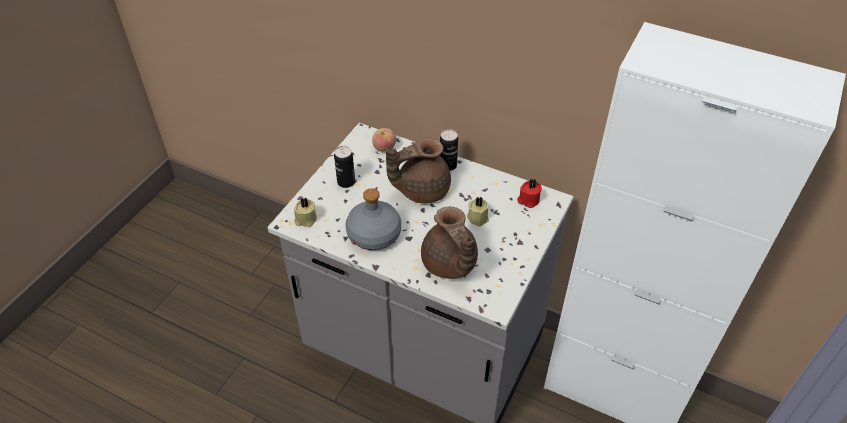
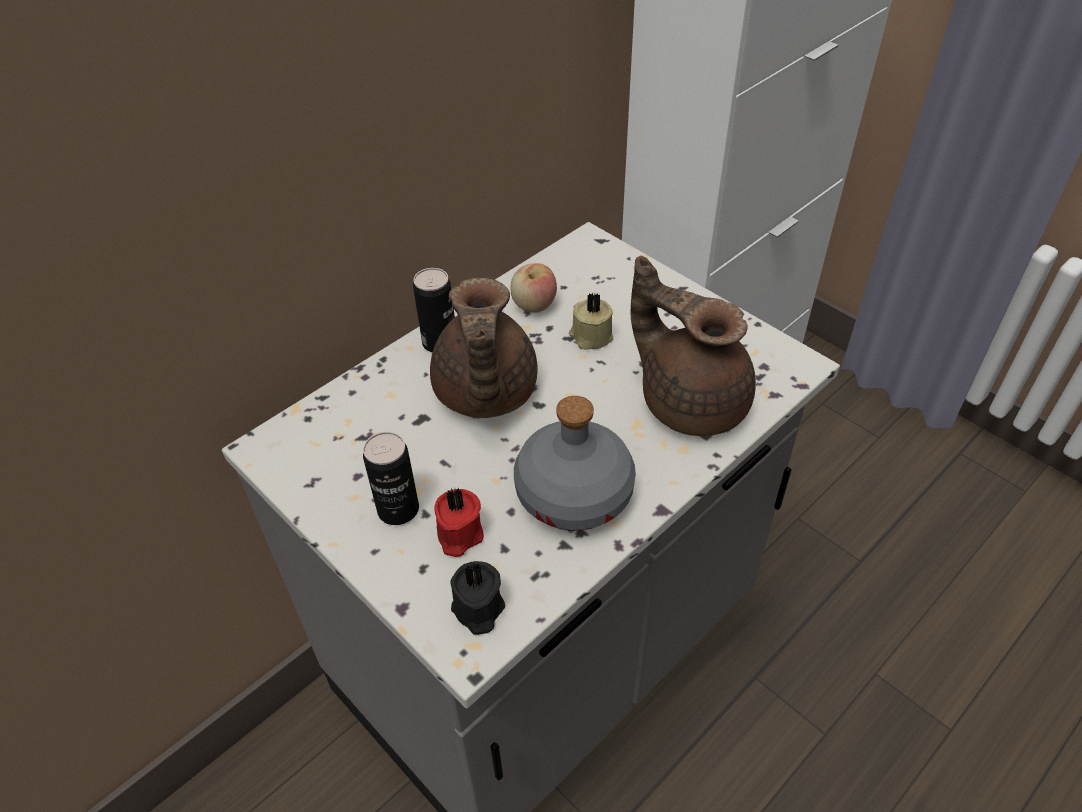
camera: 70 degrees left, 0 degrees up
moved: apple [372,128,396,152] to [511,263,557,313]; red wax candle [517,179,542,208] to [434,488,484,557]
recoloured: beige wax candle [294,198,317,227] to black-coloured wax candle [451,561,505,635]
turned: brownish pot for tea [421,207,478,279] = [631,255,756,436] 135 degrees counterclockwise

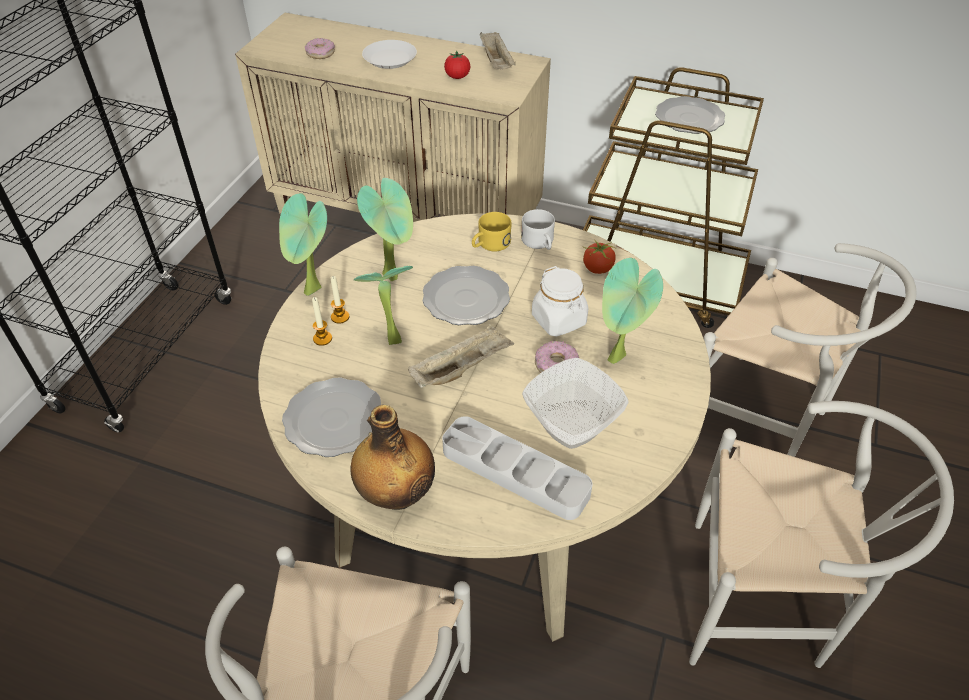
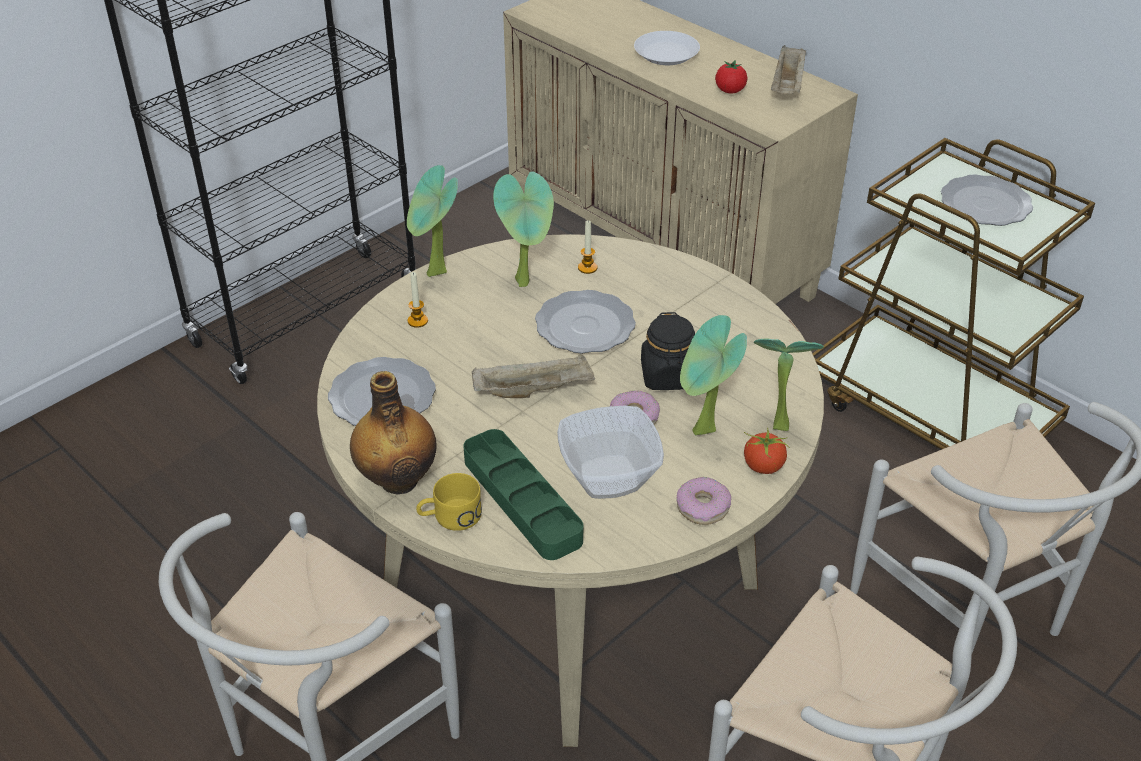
camera: 25 degrees right, 5 degrees down
removed: white-coloured mug [521,209,555,250]
moved: doughnut [305,38,335,59] to [676,477,731,525]; wax candle [331,276,349,324] to [578,221,597,274]; potted plant [354,266,413,345] to [754,338,824,431]; yellow mug [472,212,512,251] to [416,473,482,531]; fresh tomato [583,239,616,274] to [744,427,790,474]
recoloured: gray carrying tray [442,416,593,520] to greenish carrying tray [464,429,583,560]; white-coloured preserve jar [532,266,588,337] to black-coloured preserve jar [641,312,695,390]

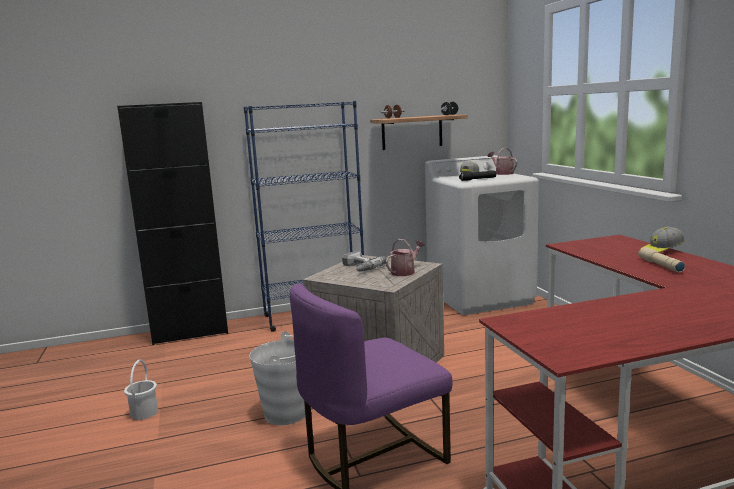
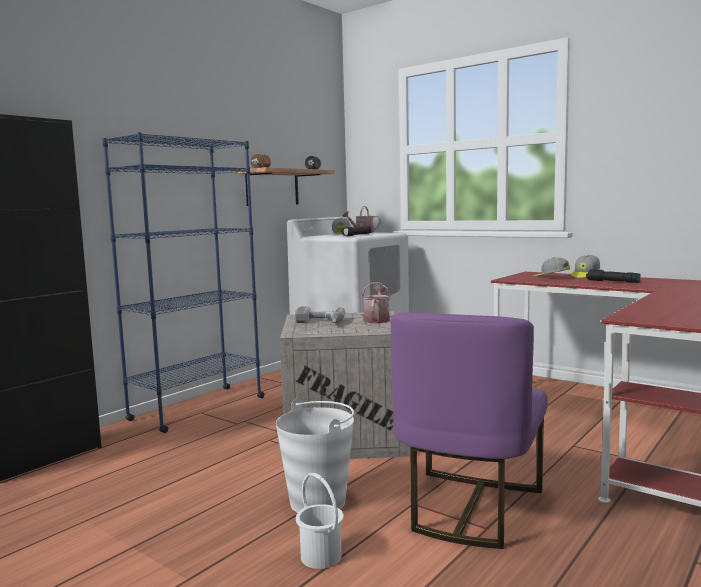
camera: 35 degrees left, 5 degrees down
added: cap [534,257,570,276]
moved: white-coloured bucket [124,360,158,420] to [296,473,344,569]
recoloured: beige hand torch [638,247,685,272] to black-coloured hand torch [586,269,641,283]

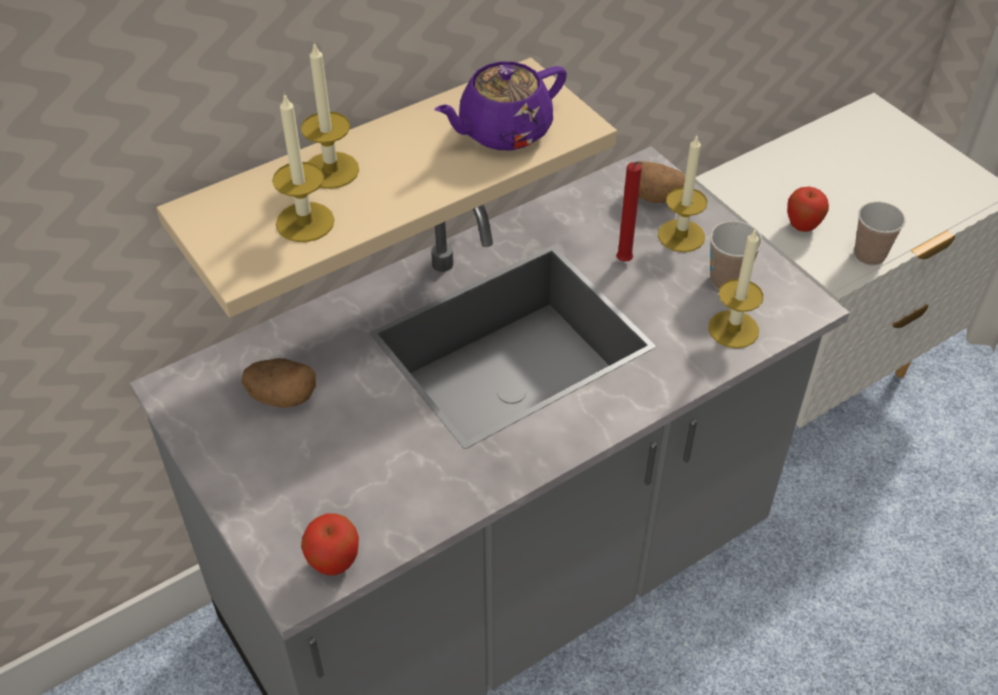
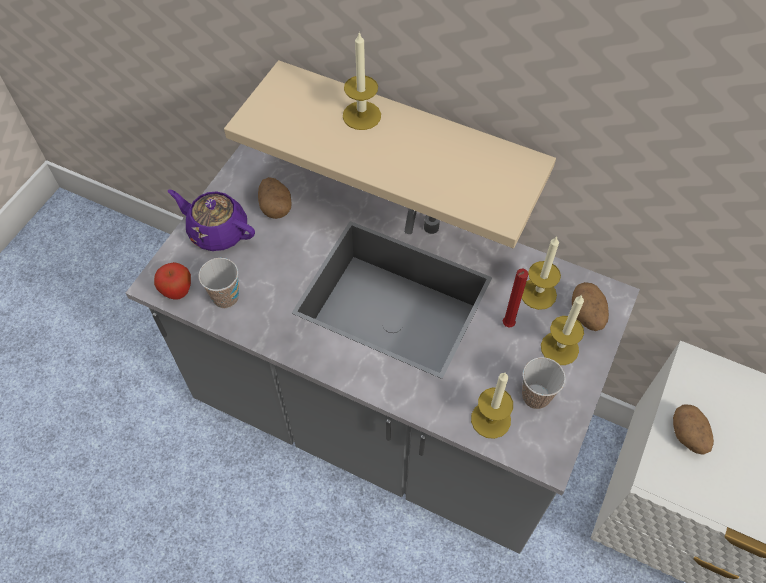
camera: 60 degrees right, 10 degrees up
moved: wax candle [272,93,335,242] to [522,236,561,310]; purple pot for tea [435,62,567,150] to [168,190,255,251]; cup [854,201,905,266] to [198,258,239,308]
replaced: apple [787,187,829,232] to spud [673,404,714,455]

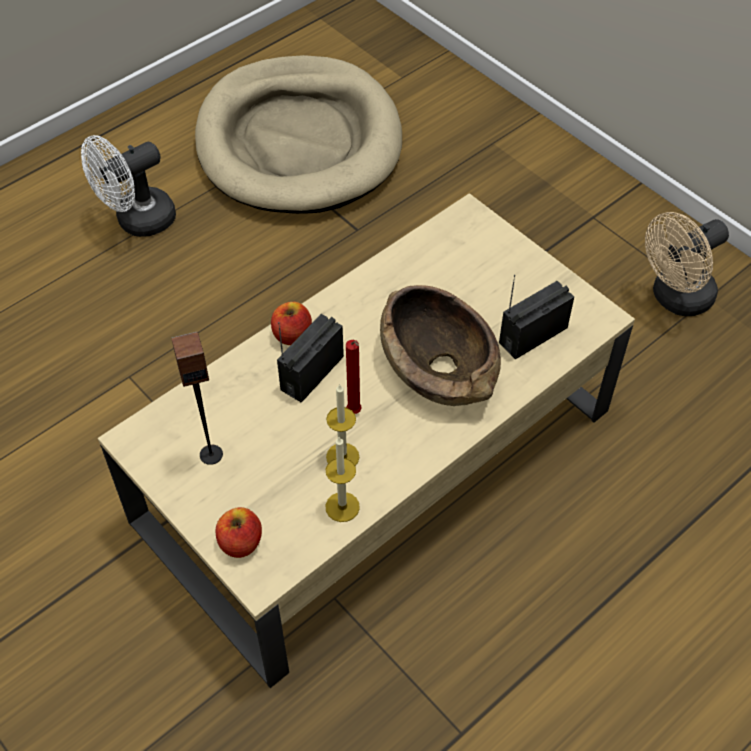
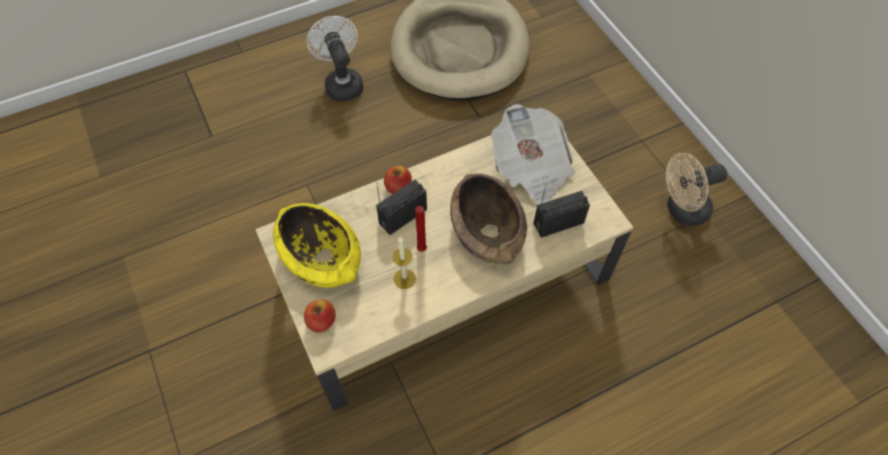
camera: 15 degrees right, 5 degrees up
removed: wax candle [325,436,360,522]
added: printed paper [491,104,576,205]
replaced: speaker [172,332,223,465] to yellow bowl [273,203,361,288]
turned: white-coloured cooling fan [81,135,176,237] = [306,16,363,102] 90 degrees clockwise

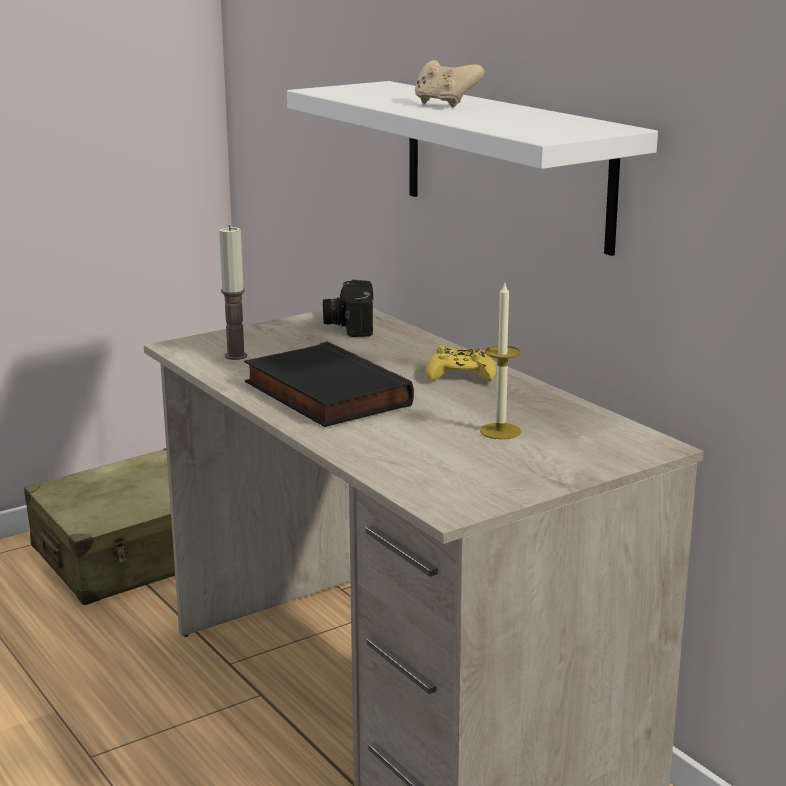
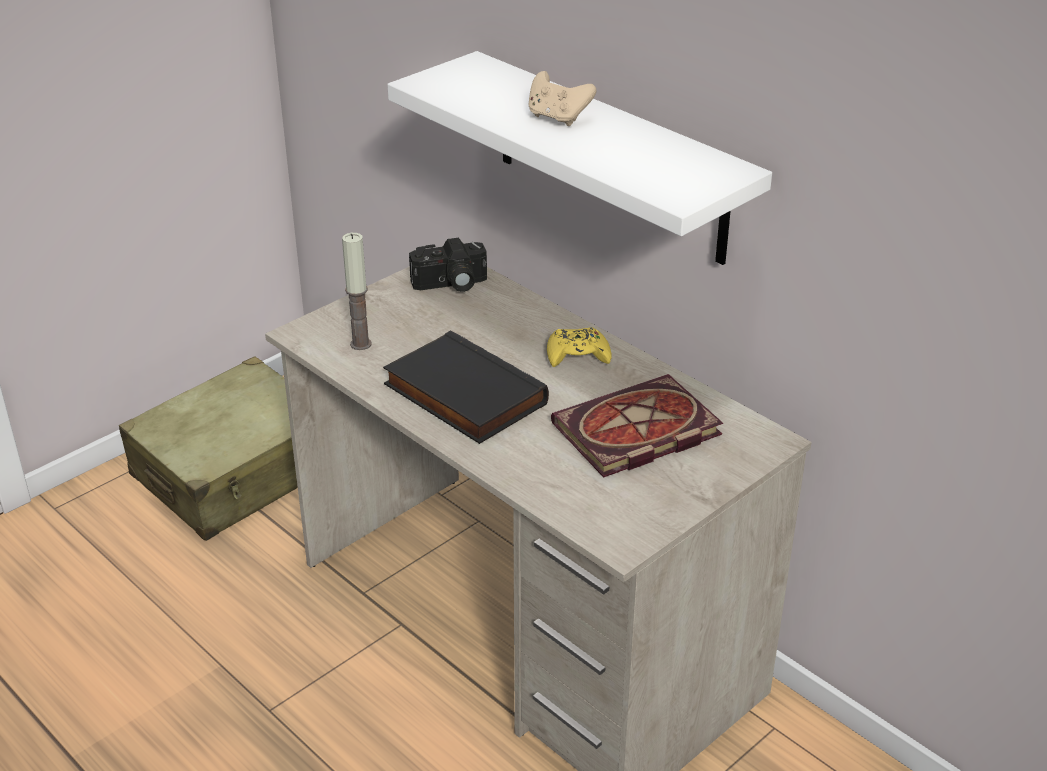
camera: 10 degrees left, 15 degrees up
replaced: wax candle [480,281,521,439] to book [551,374,723,478]
turned: photo camera [323,280,373,337] = [409,238,487,292] 90 degrees counterclockwise

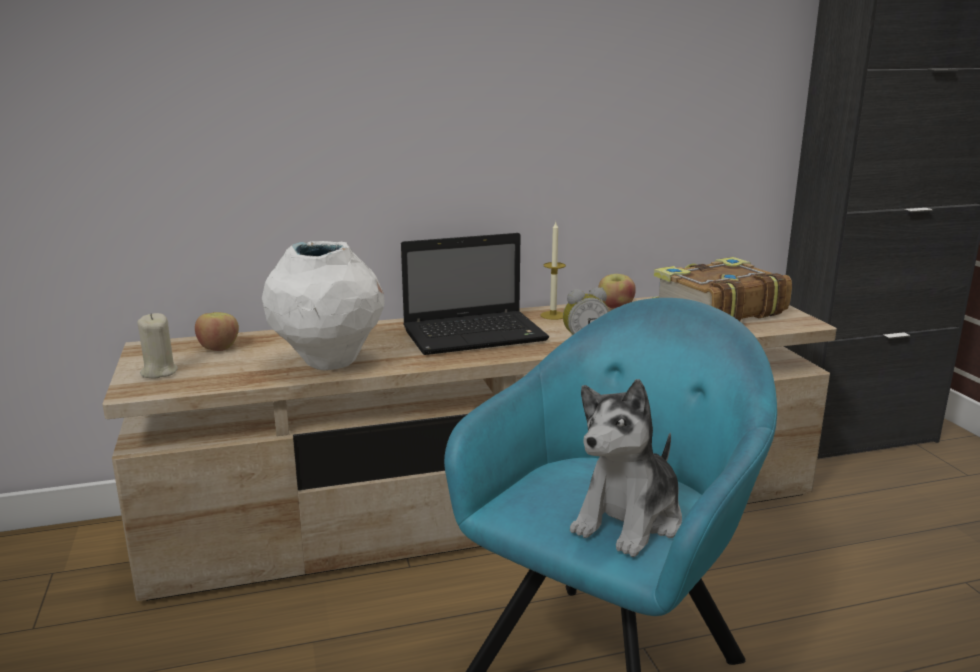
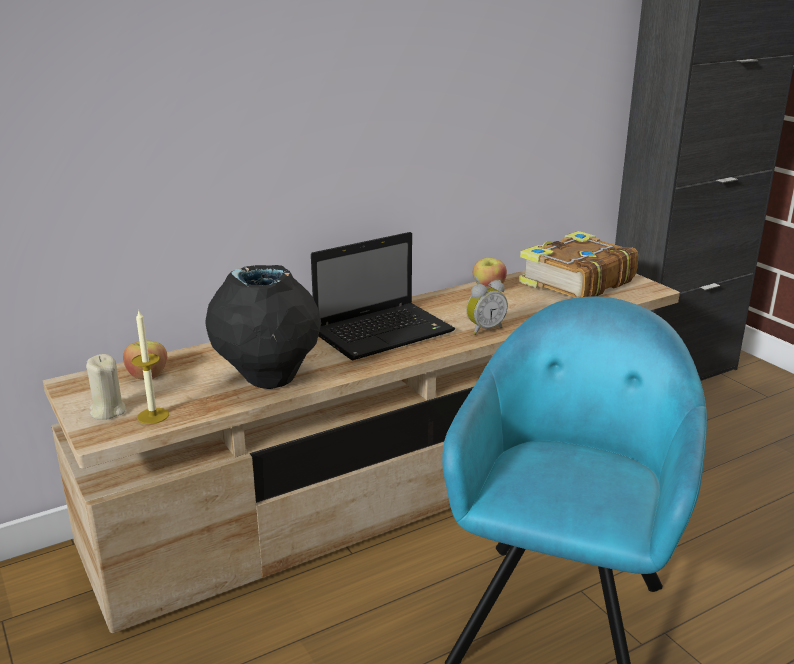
camera: 15 degrees left, 5 degrees up
removed: cuddly toy [570,379,682,557]
moved: wax candle [541,222,566,320] to [132,309,169,424]
recoloured: white-coloured vase [262,241,385,370] to black-coloured vase [205,265,321,389]

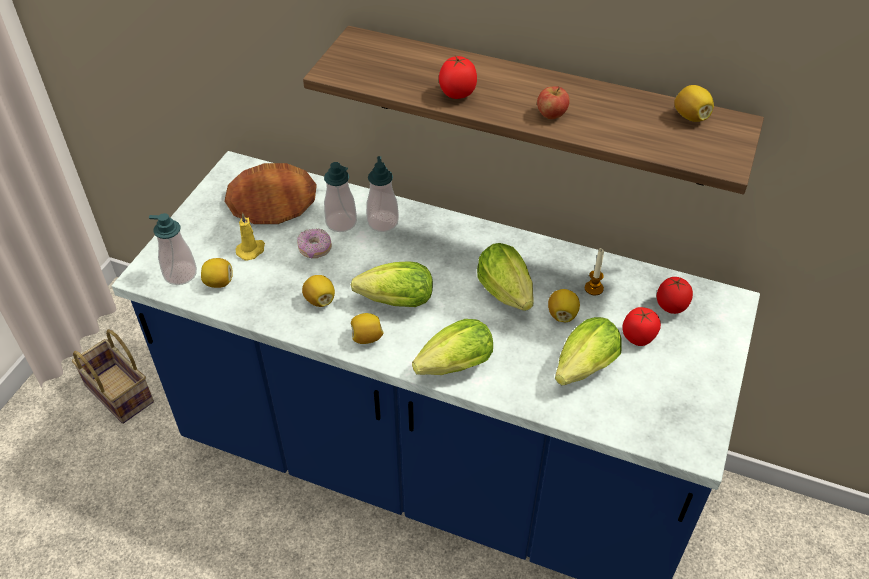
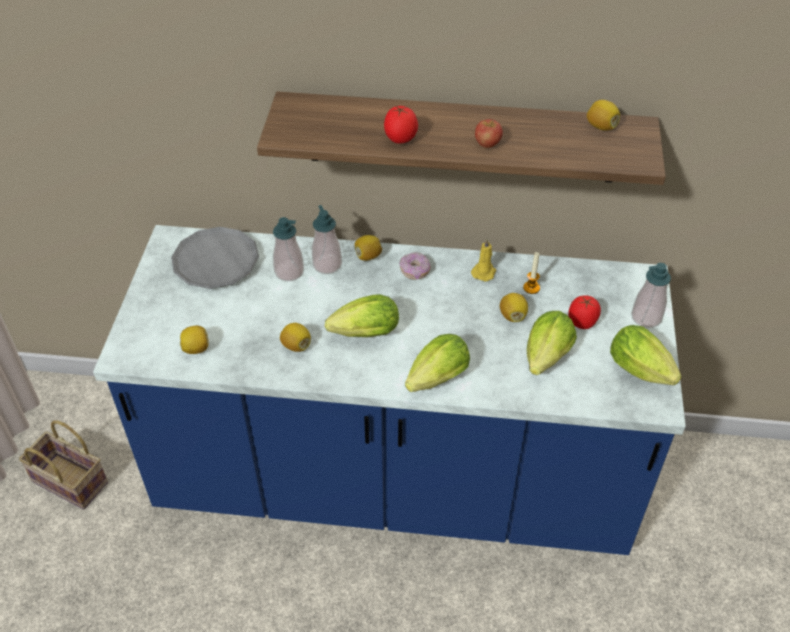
camera: 15 degrees left, 0 degrees up
removed: fresh tomato [657,277,693,314]
moved: liquid soap bottle [149,213,197,285] to [631,263,671,328]; yellow wax candle [235,213,265,260] to [471,238,496,281]; doughnut [297,229,332,259] to [399,252,431,280]; citrus fruit [351,313,384,344] to [355,235,382,261]; lettuce [477,243,534,311] to [610,325,682,385]
recoloured: brownish plate [224,163,317,224] to gray plate [171,227,259,289]

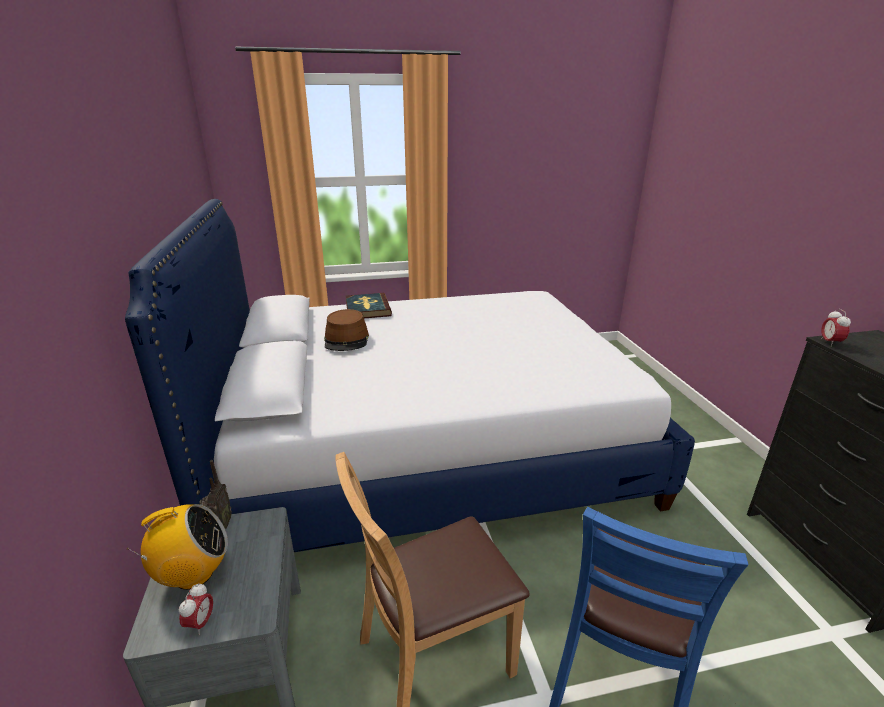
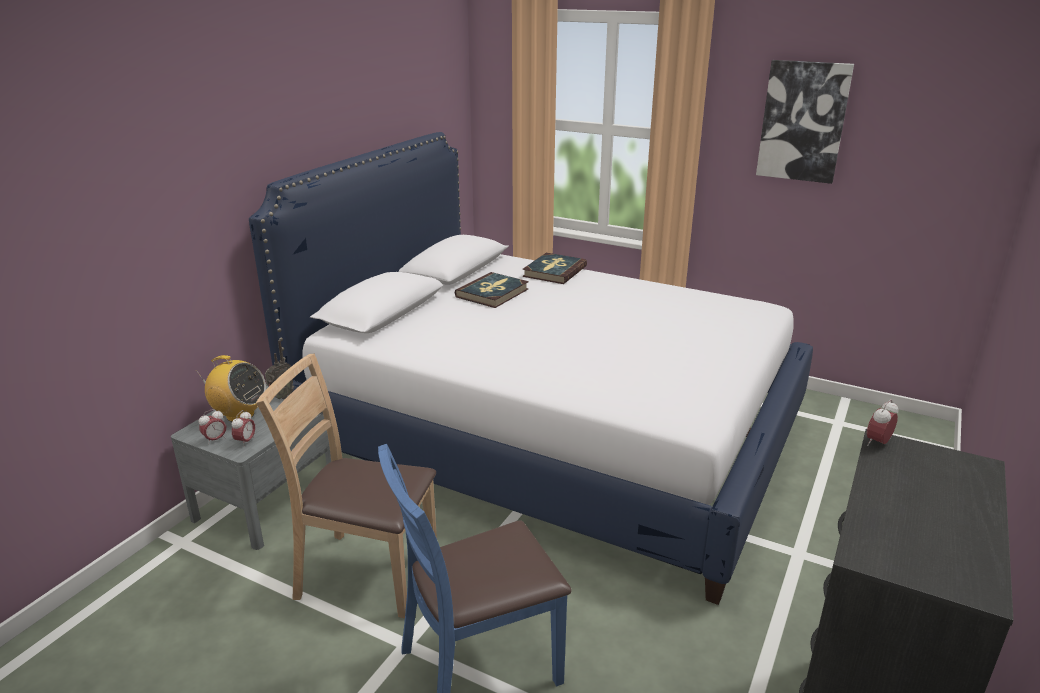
camera: 40 degrees right, 0 degrees up
added: table clock [232,410,255,447]; wall picture [756,60,854,184]
replaced: brownish wearable hat [324,309,369,351] to book [455,272,529,308]

